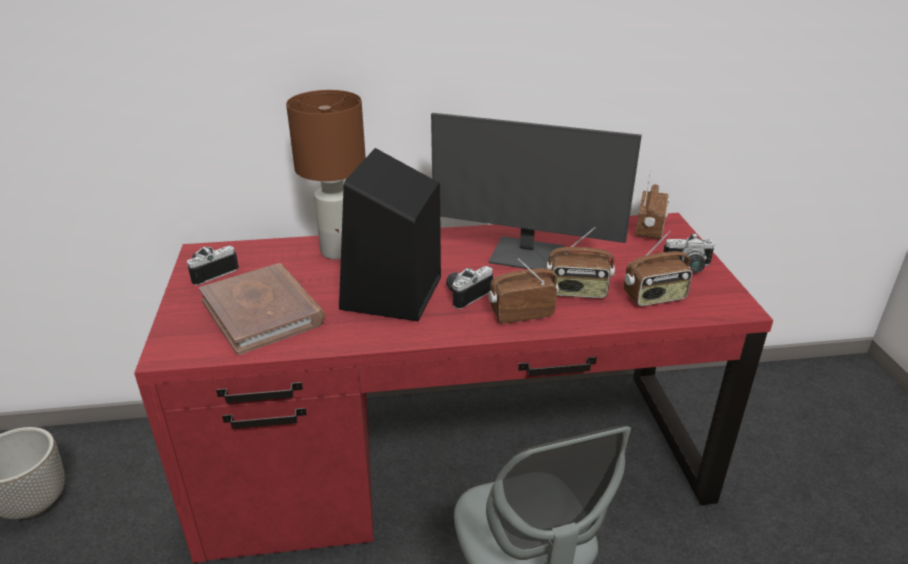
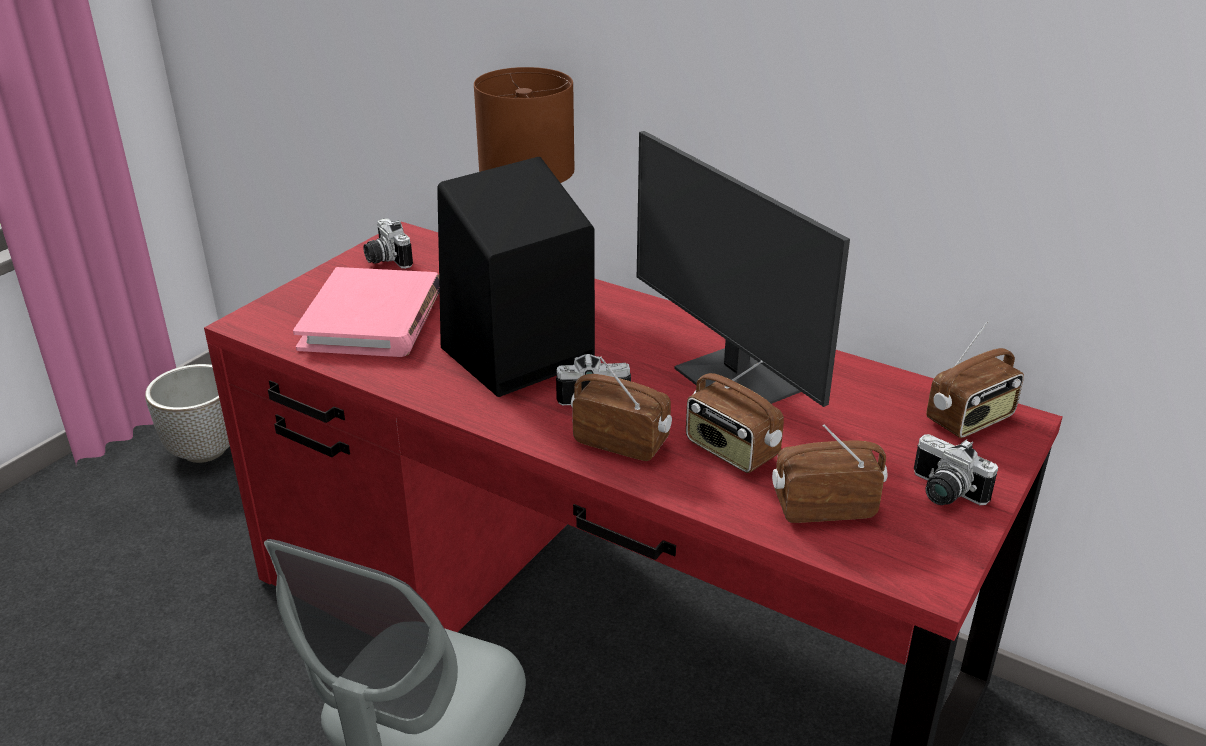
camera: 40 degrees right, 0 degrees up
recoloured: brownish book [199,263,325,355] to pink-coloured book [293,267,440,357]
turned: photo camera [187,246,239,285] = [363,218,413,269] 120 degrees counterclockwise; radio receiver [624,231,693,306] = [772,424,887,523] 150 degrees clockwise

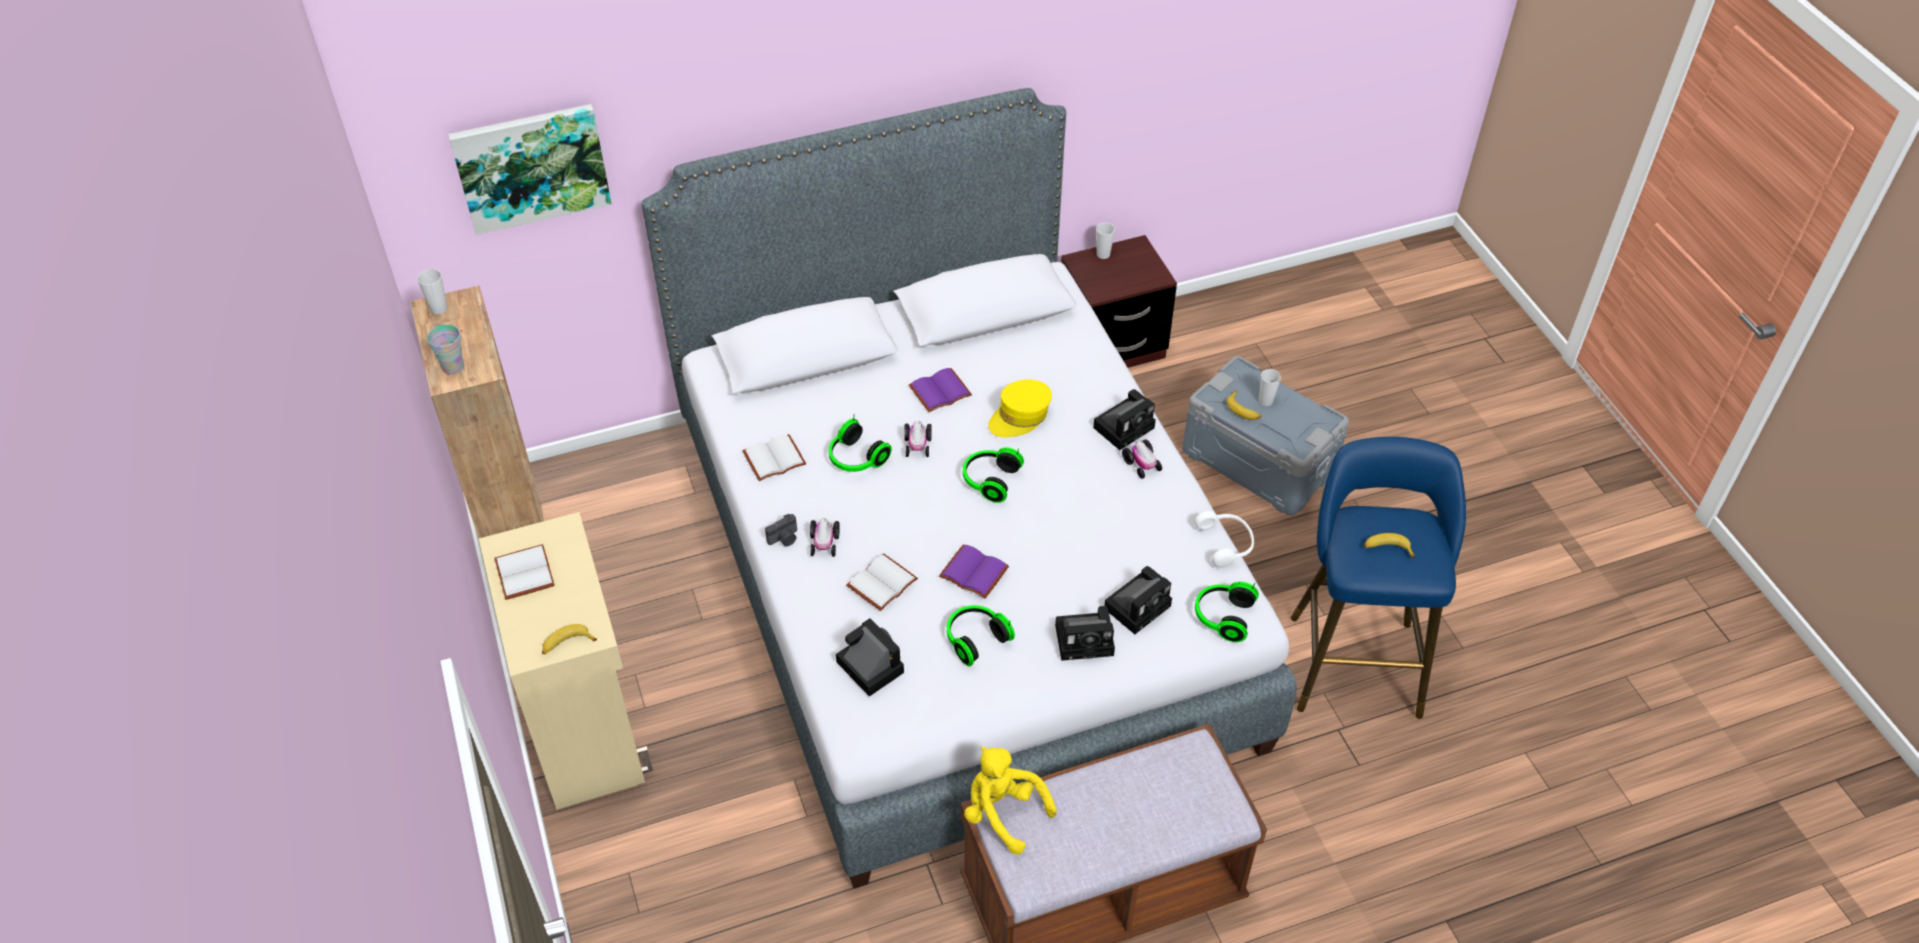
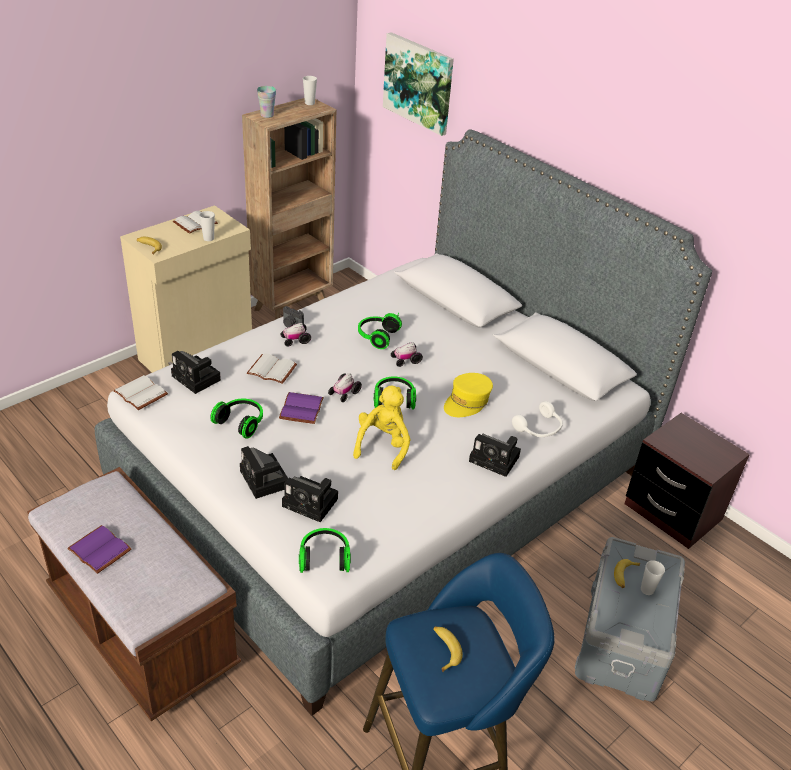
camera: 65 degrees right, 10 degrees down
moved: white-coloured book [743,434,806,481] to [113,375,168,410]; purple book [909,368,972,412] to [67,525,132,574]; yellow cuddly toy [964,746,1057,855] to [353,386,410,470]; cup [1096,222,1115,259] to [199,211,215,241]; miniature car [1122,440,1162,479] to [328,373,362,402]; white-coloured headset [1195,511,1254,568] to [512,401,563,437]
turned: photo camera [836,618,904,696] = [171,351,221,394] 105 degrees clockwise; yellow cap [988,379,1052,437] = [444,373,493,417] 75 degrees counterclockwise

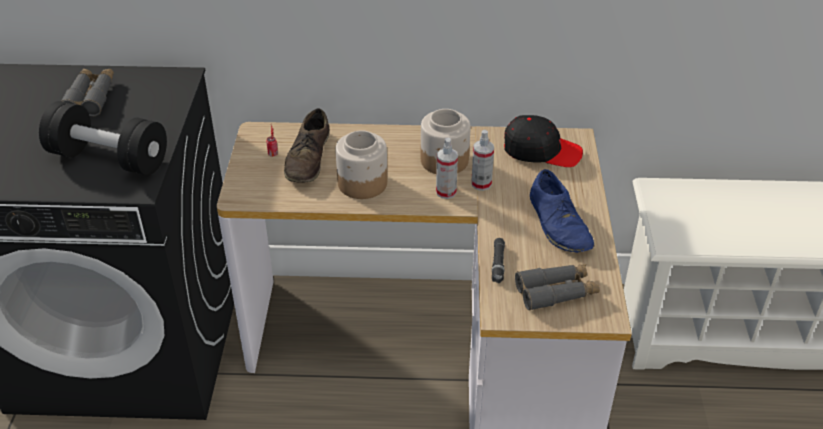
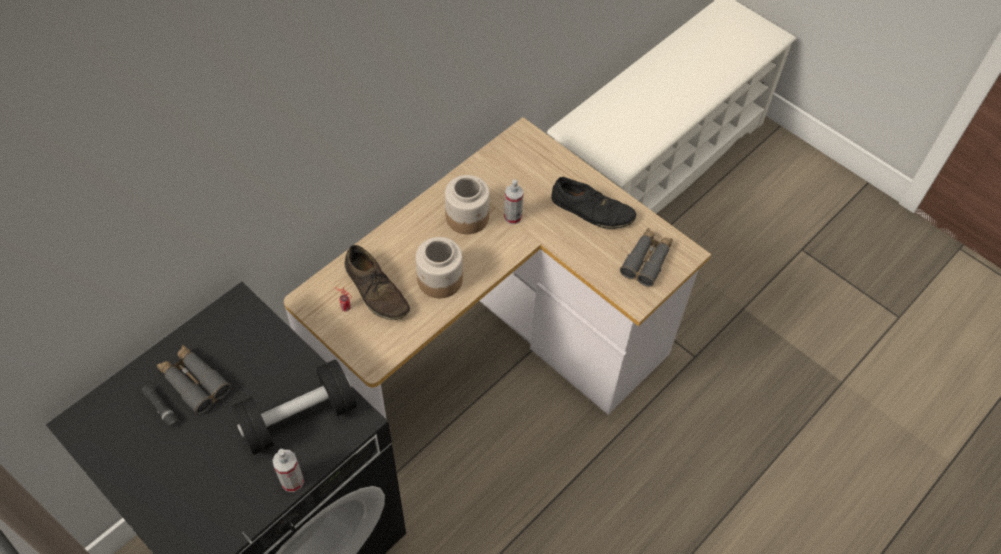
camera: 50 degrees left, 15 degrees up
removed: black-coloured cap [504,115,583,167]
moved: hand sprayer [436,138,458,199] to [272,449,304,492]; black-coloured hand torch [492,238,505,283] to [142,385,179,428]
recoloured: blue shoe [530,169,595,253] to black-coloured shoe [551,177,636,229]

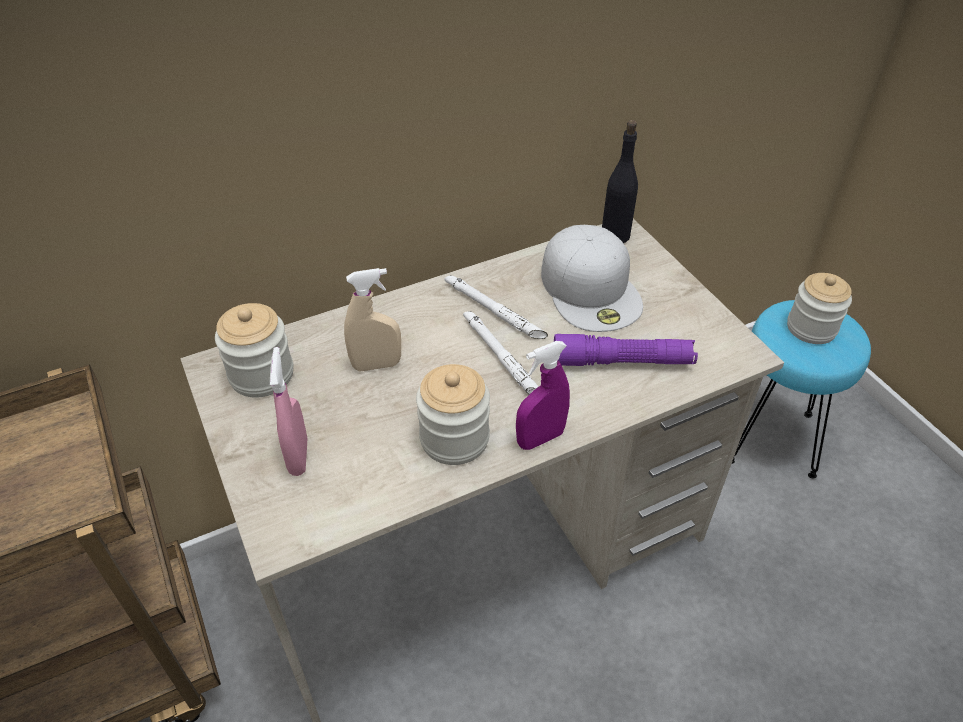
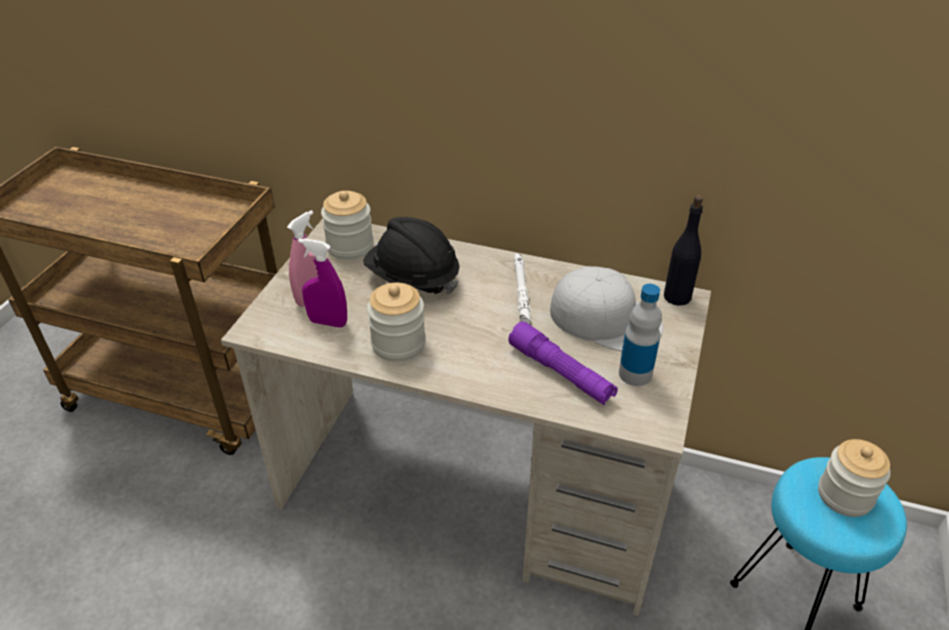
camera: 45 degrees right, 5 degrees down
removed: white-coloured hand torch [463,311,539,394]
added: drink bottle [619,284,662,386]
moved: purple hand sprayer [516,341,570,450] to [298,238,347,328]
replaced: beige hand sprayer [344,268,401,371] to black-coloured hard hat [363,217,460,294]
turned: white-coloured cap [541,225,643,332] = [550,266,663,351] 90 degrees counterclockwise

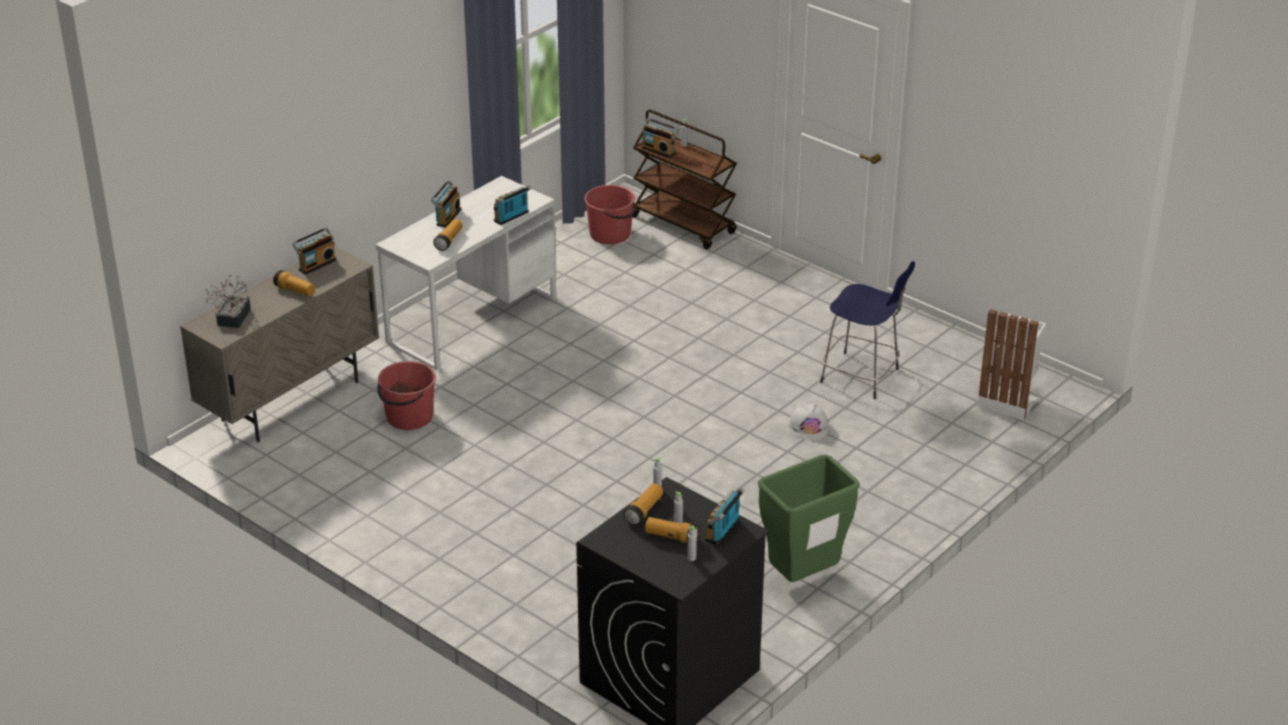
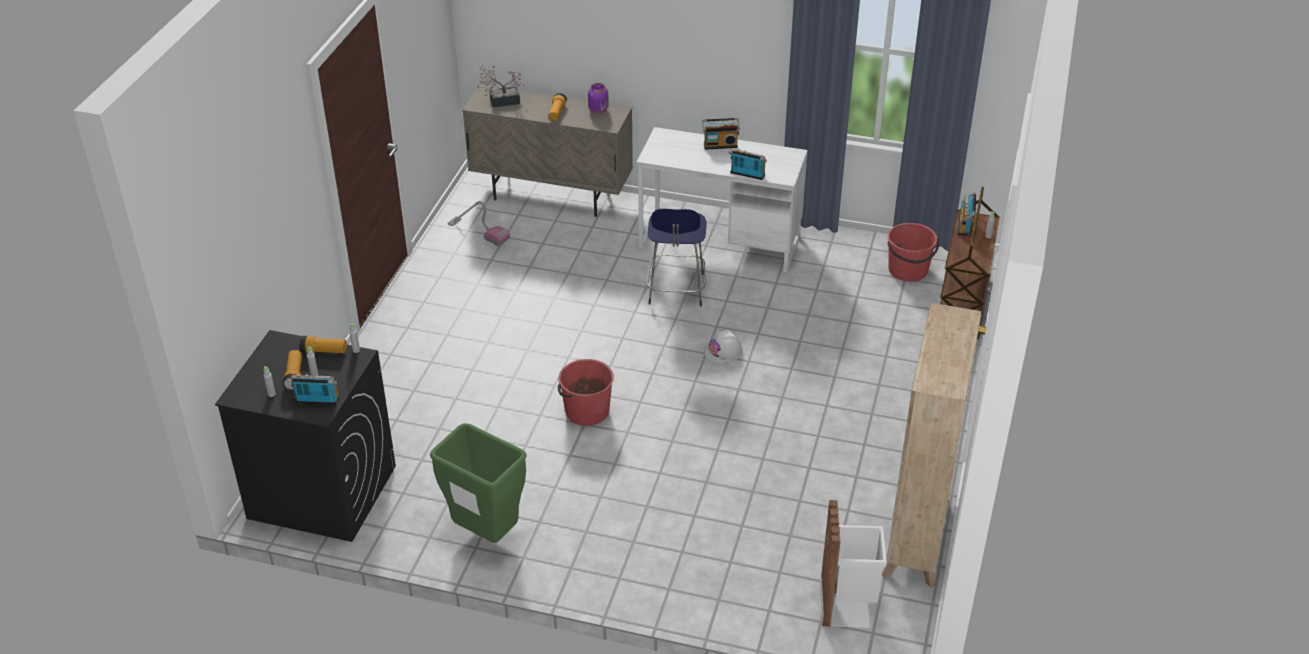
camera: 65 degrees right, 5 degrees up
removed: hand torch [433,219,462,251]
added: vacuum [448,201,510,246]; beige shelving unit [882,303,982,588]
moved: red bucket [377,361,436,430] to [558,359,614,426]; white-coloured hard hat [788,403,829,441] to [704,330,743,363]; blue sitting stool [820,261,915,399] to [646,209,706,306]
replaced: radio receiver [292,227,336,275] to purple preserve jar [588,83,609,113]

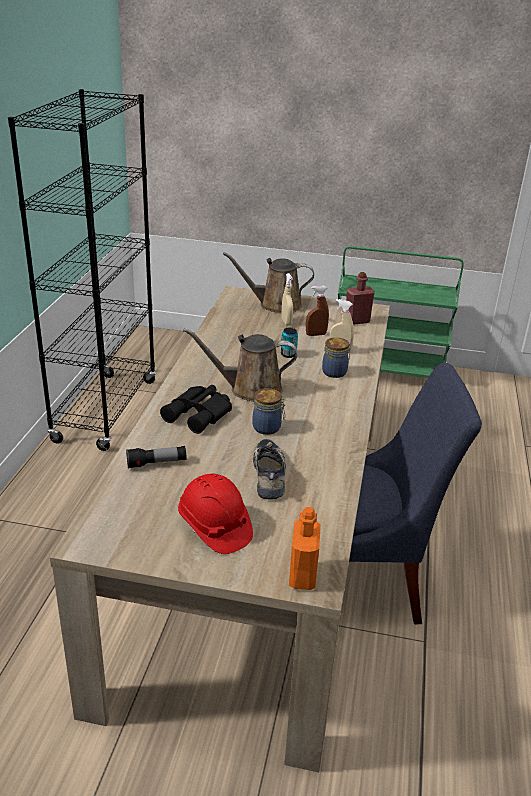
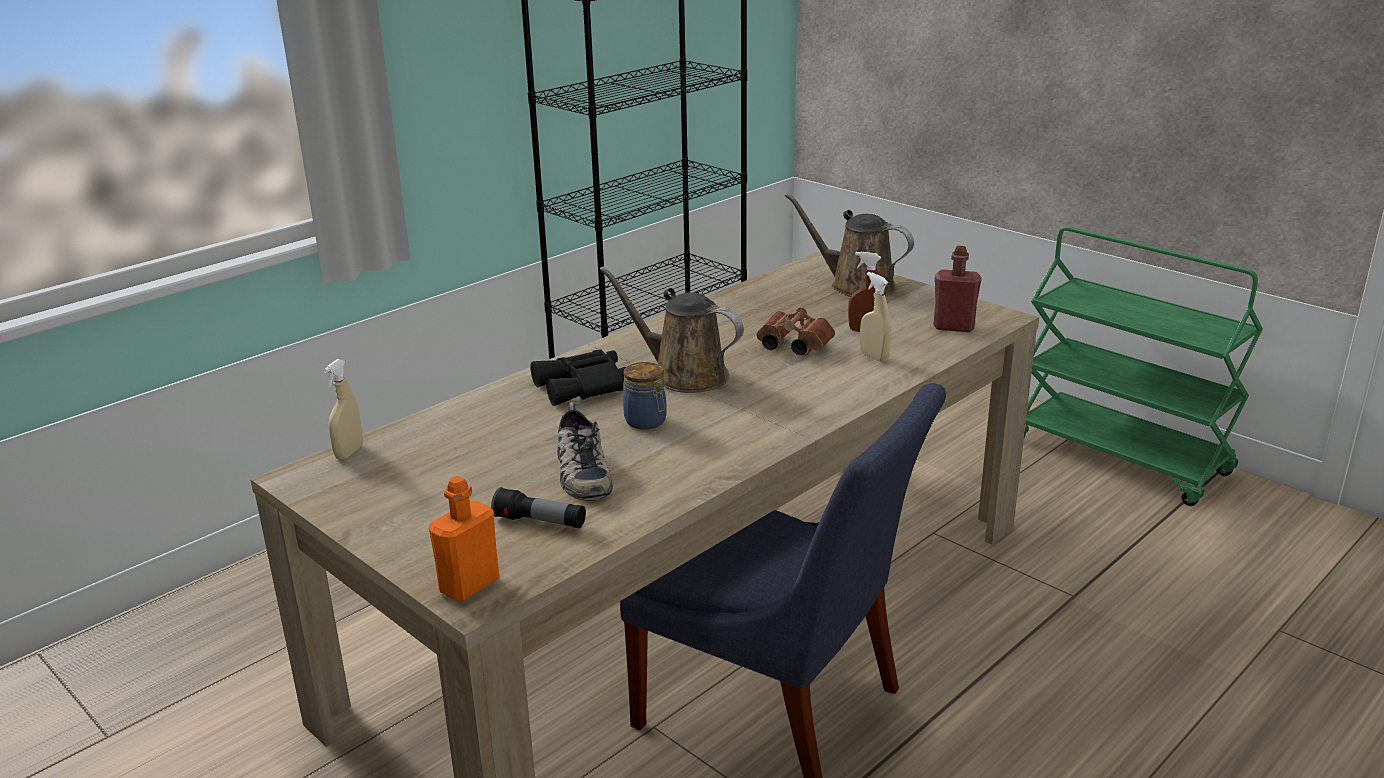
camera: 35 degrees right, 5 degrees down
removed: red hard hat [178,473,253,554]; preserve jar [322,337,351,378]
moved: hand torch [126,446,186,469] to [491,487,586,528]; beige hand sprayer [281,273,293,326] to [323,359,363,459]
replaced: metal can [281,328,298,358] to brownish binoculars [757,308,835,356]
turned: shoe [253,438,286,500] = [557,402,613,501] 135 degrees clockwise

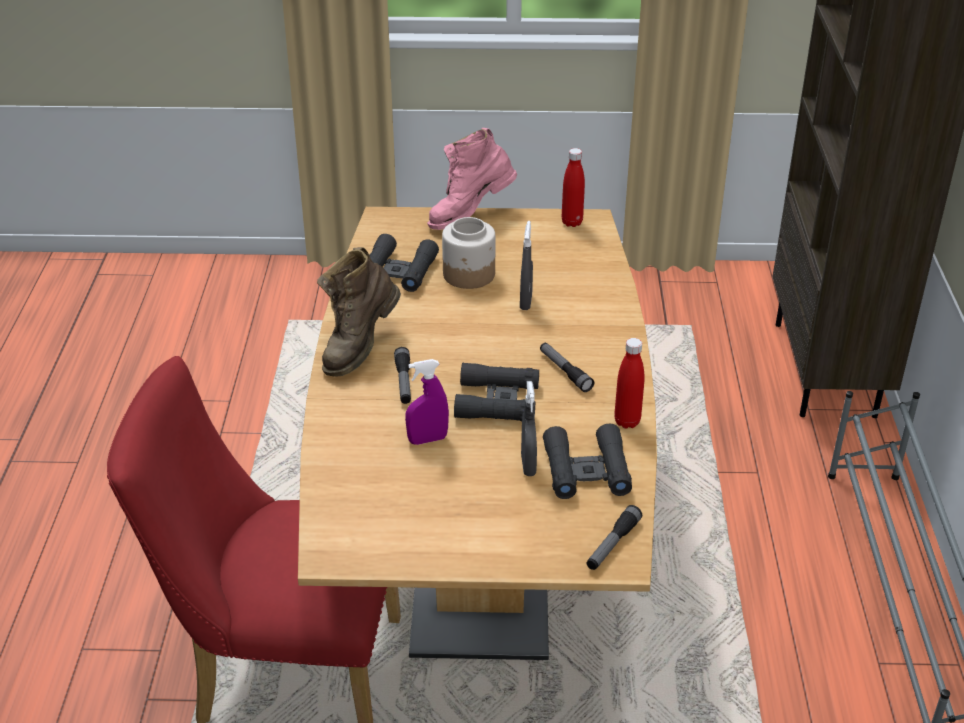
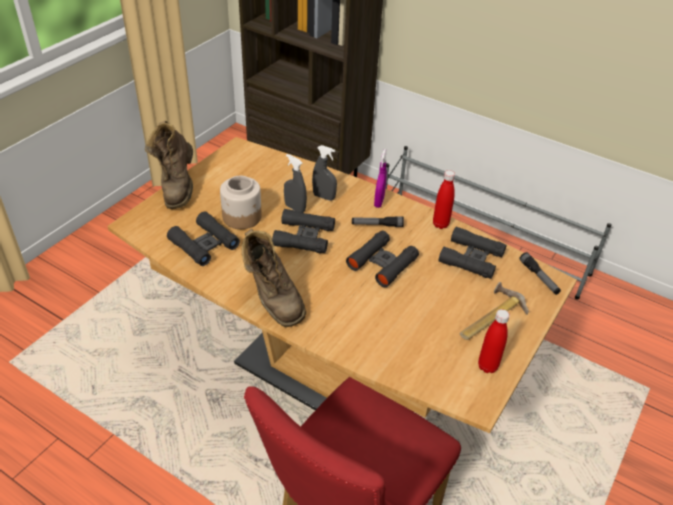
camera: 60 degrees left, 5 degrees up
removed: hand torch [394,347,411,404]
added: black-coloured binoculars [272,209,335,253]; tool hammer [460,282,529,340]
moved: purple hand sprayer [405,359,449,445] to [374,149,387,208]; gray hand sprayer [521,381,537,476] to [312,145,337,201]; red drink bottle [562,148,585,227] to [478,309,510,373]
recoloured: pink-coloured high-top boot [427,128,517,230] to brownish high-top boot [145,121,193,209]

